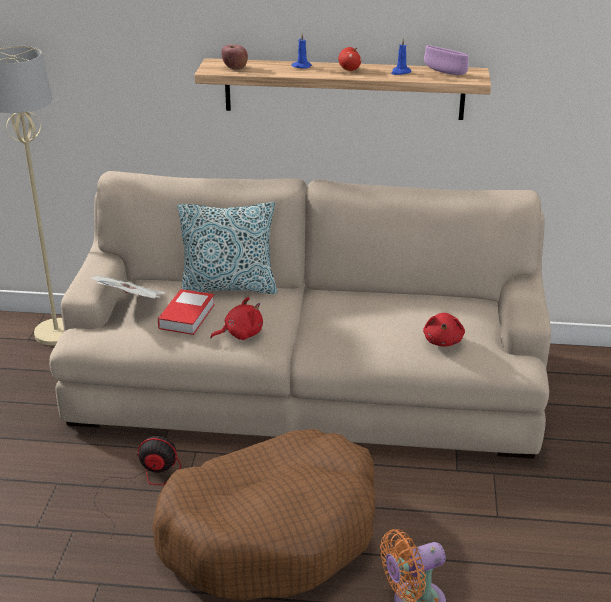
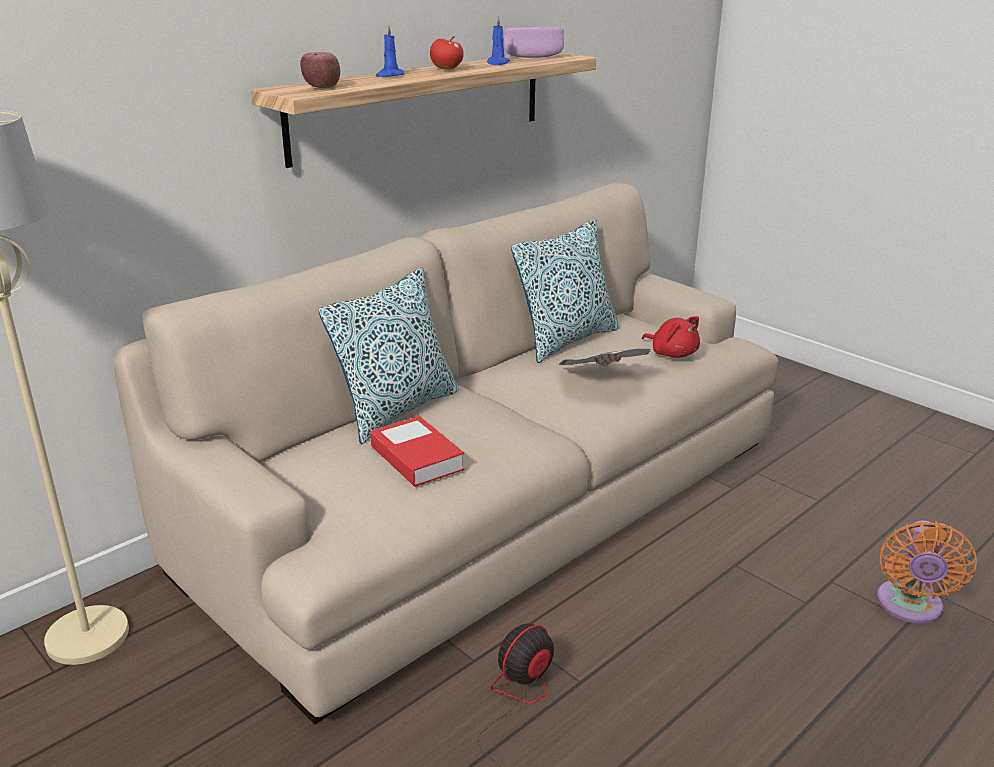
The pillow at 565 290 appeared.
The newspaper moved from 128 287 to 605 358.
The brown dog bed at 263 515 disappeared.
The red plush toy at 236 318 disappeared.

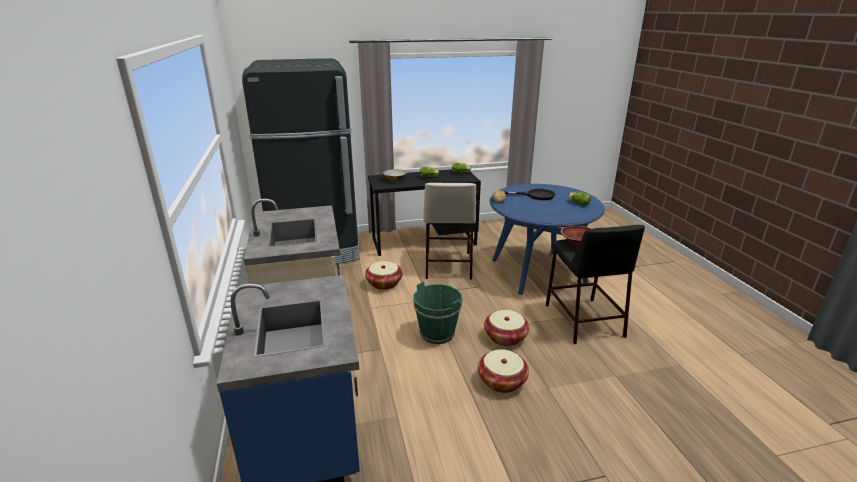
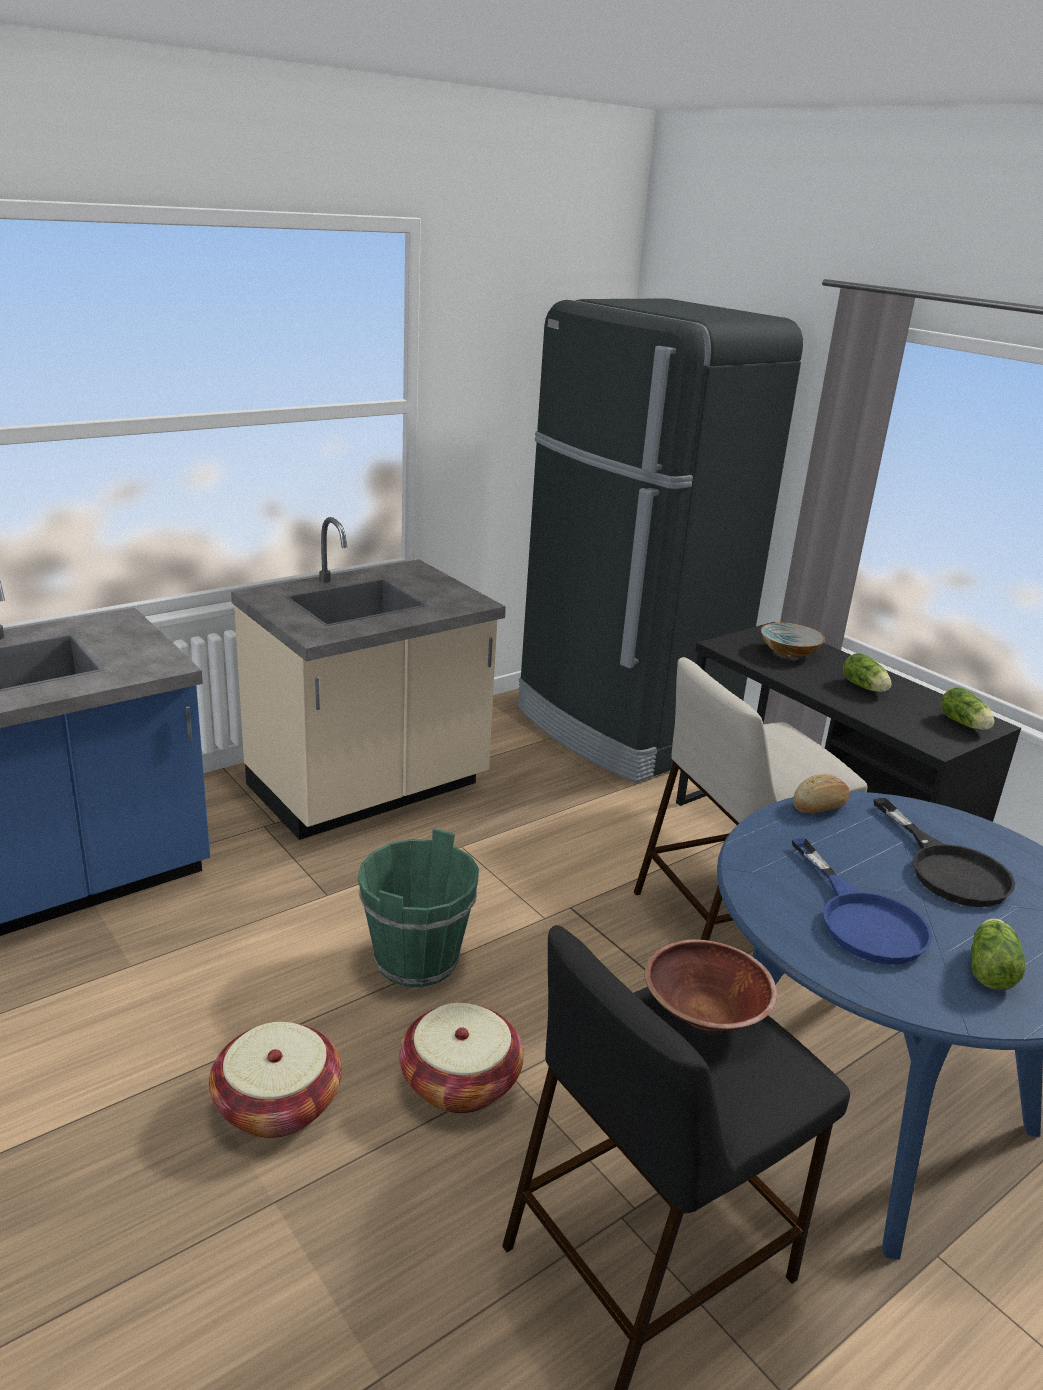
The blue frying pan at 862 901 appeared.
The basket at 384 275 disappeared.

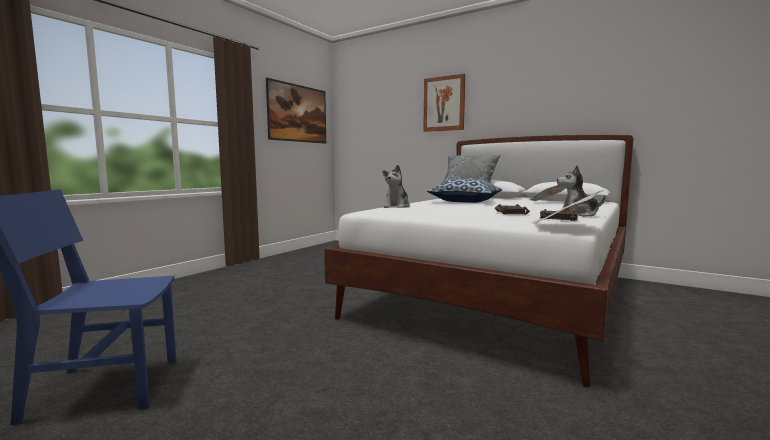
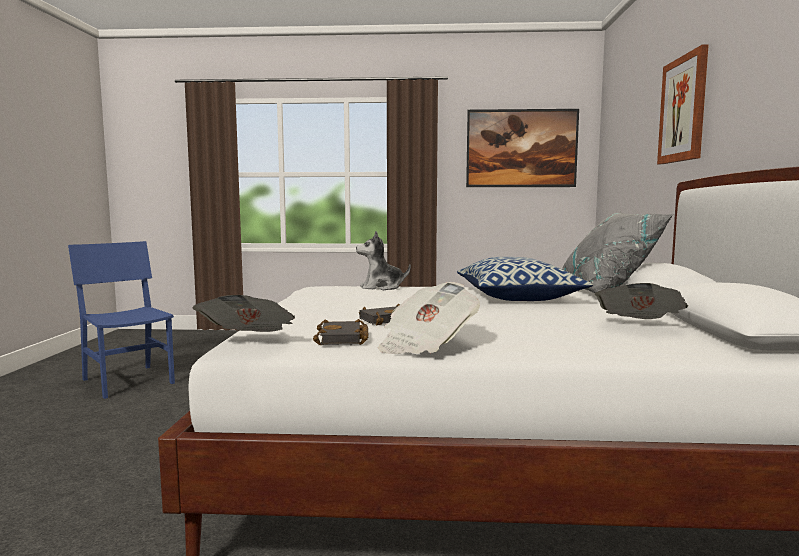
The plush toy at 581 191 was replaced by the newspaper at 429 318.

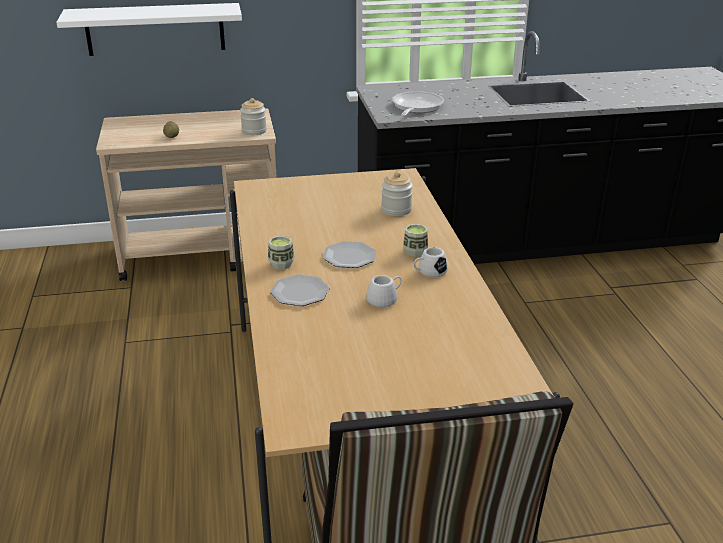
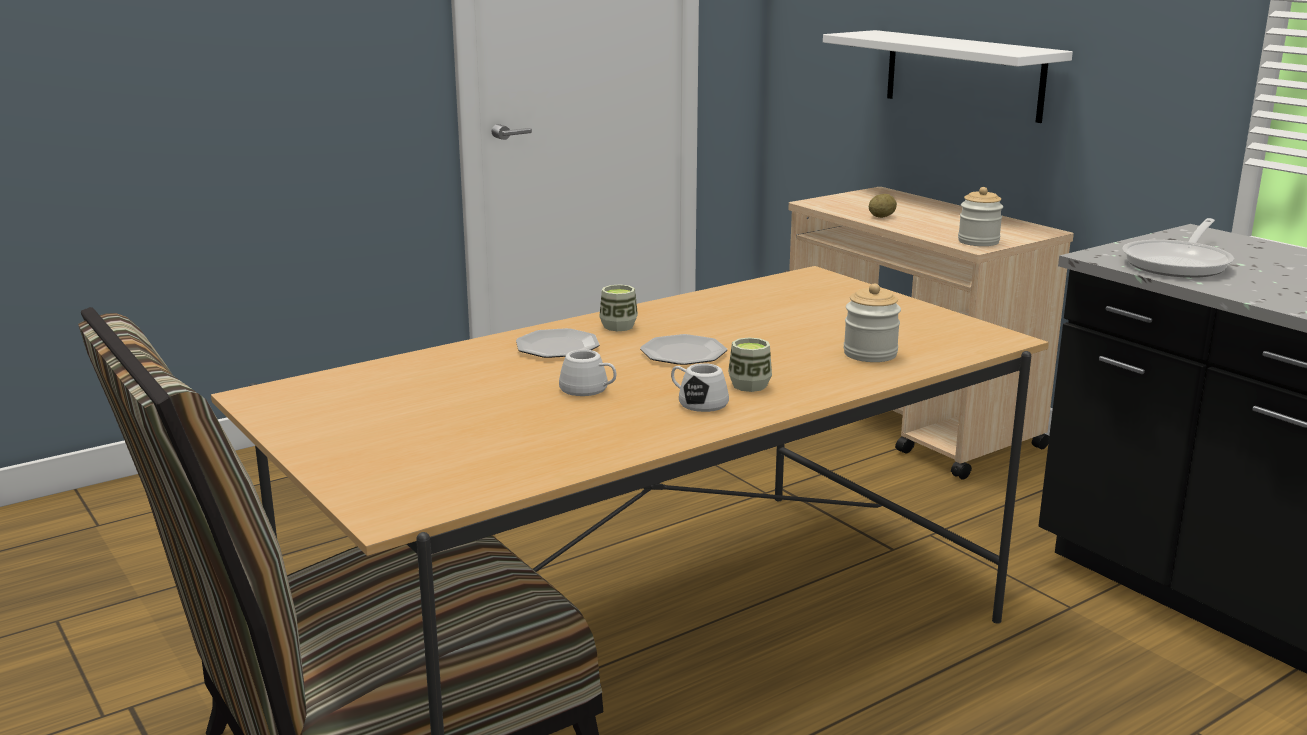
The frying pan at 418 103 turned 135 degrees clockwise.

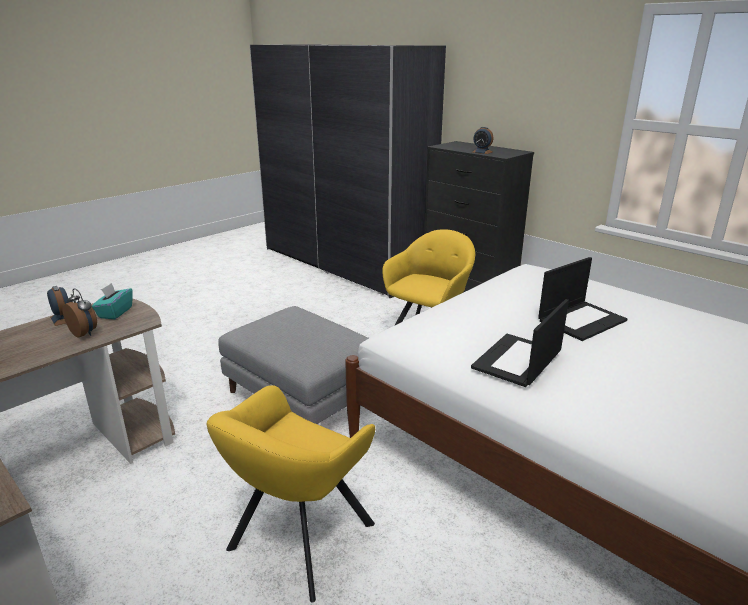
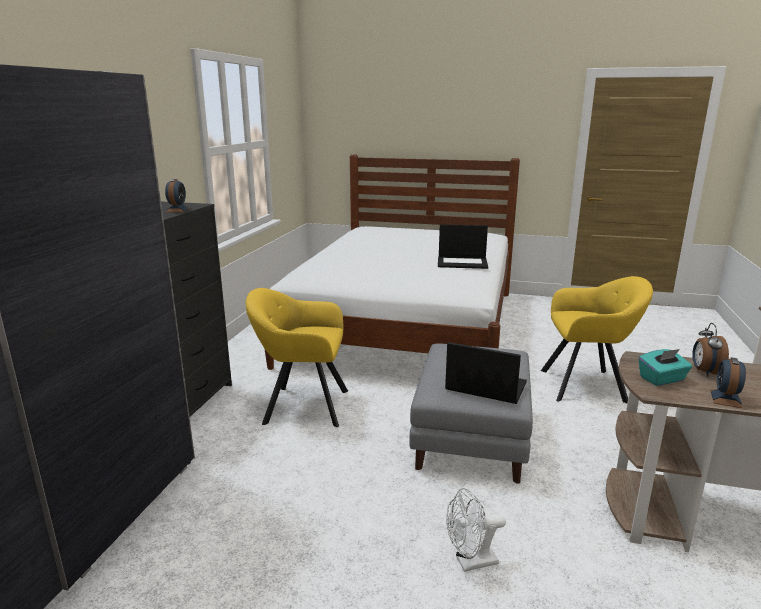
The laptop moved from 583 299 to 486 373.
The white fan at 476 530 appeared.

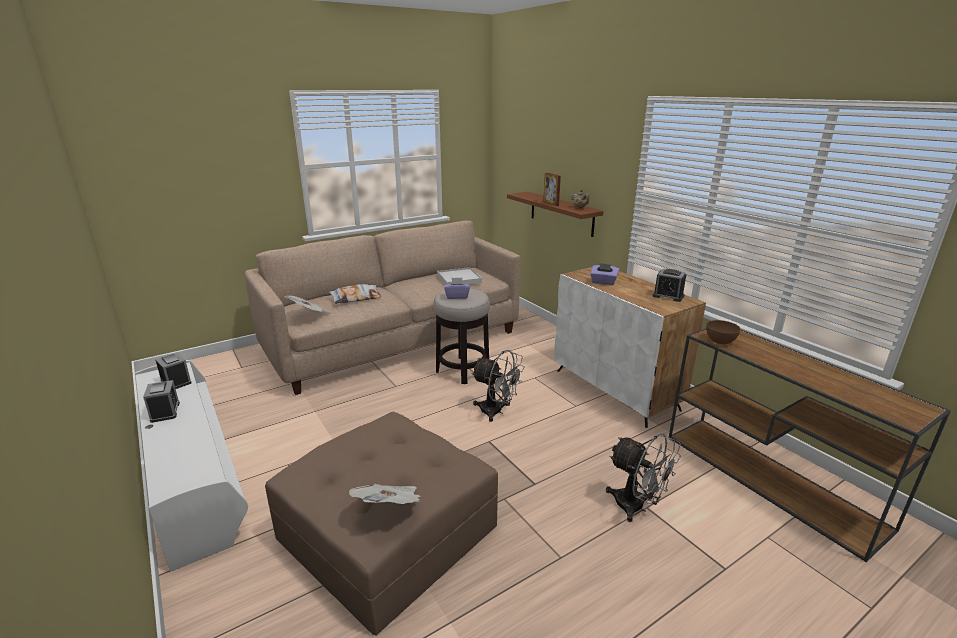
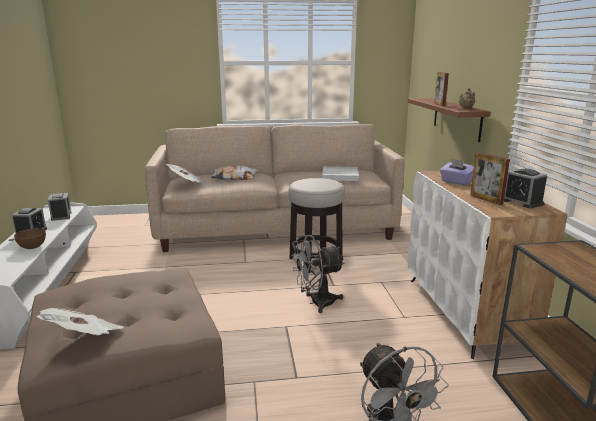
The brown bowl moved from 723 332 to 30 238.
The grey fan at 497 386 turned 105 degrees clockwise.
The picture frame at 490 179 appeared.
The purple tissue box at 457 288 disappeared.

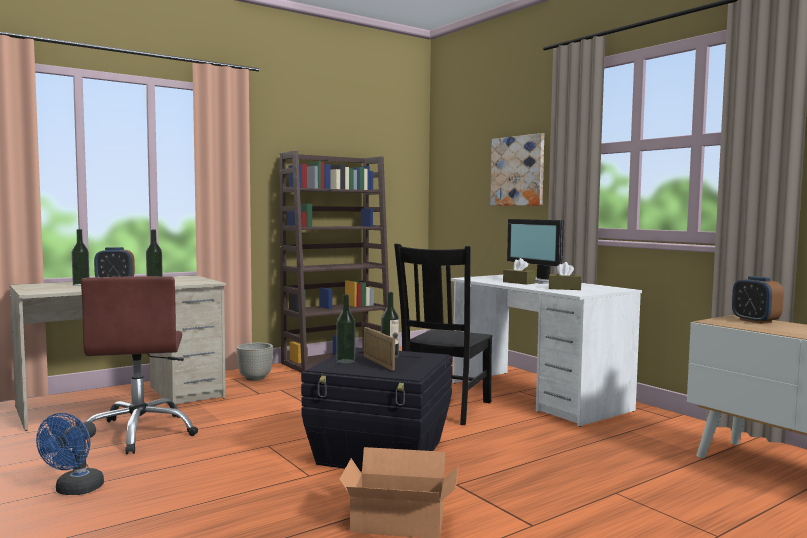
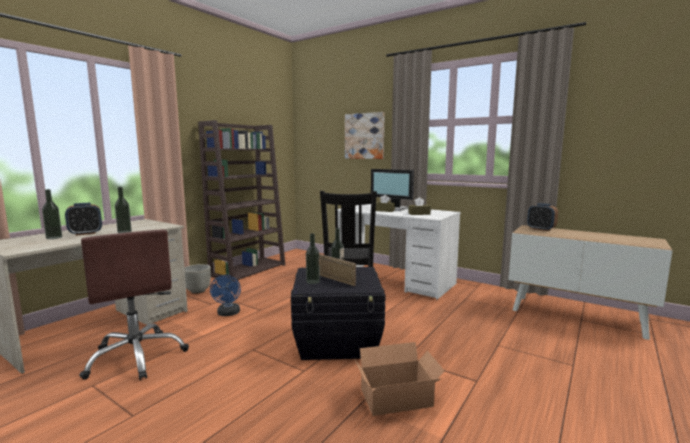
The blue fan moved from 70 454 to 225 295.

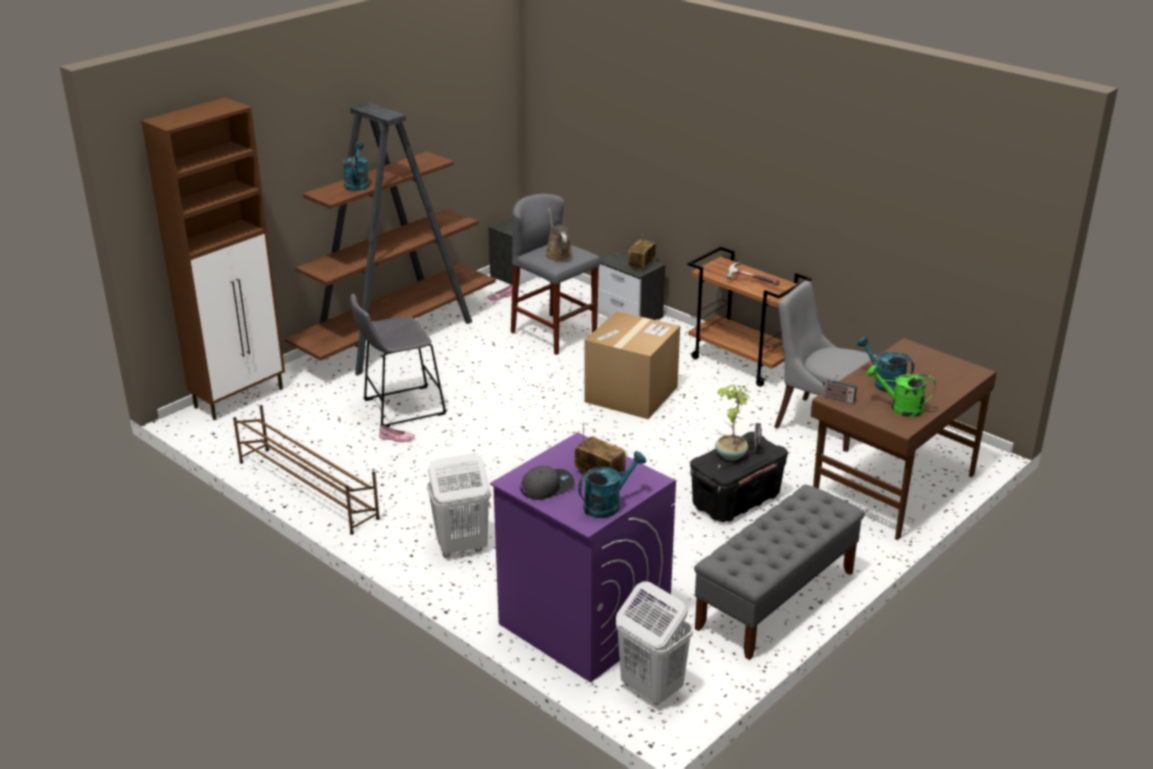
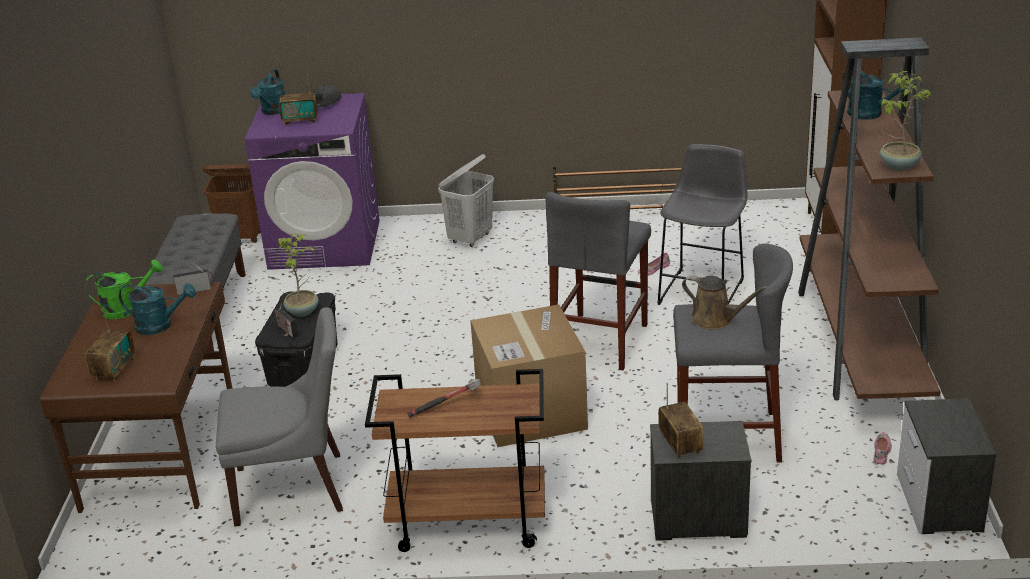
The radio at 110 345 appeared.
The white laundry basket at 654 643 became the brown laundry basket at 232 203.
The grey stool at 598 281 appeared.
The potted plant at 906 121 appeared.

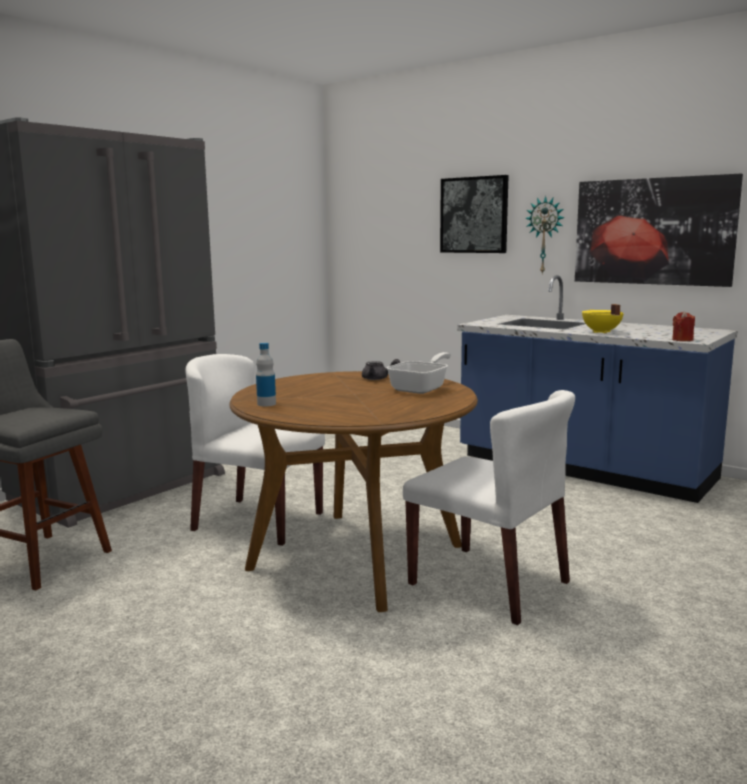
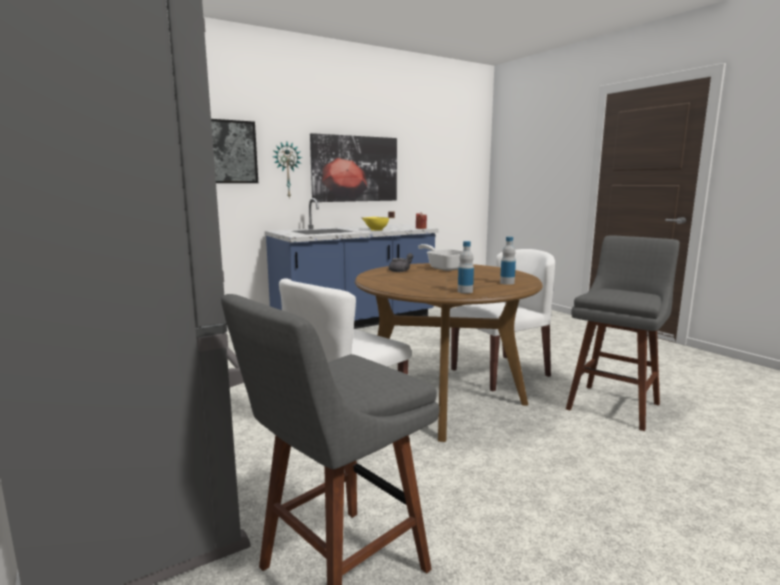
The bottle at 508 260 appeared.
The grey stool at 623 333 appeared.

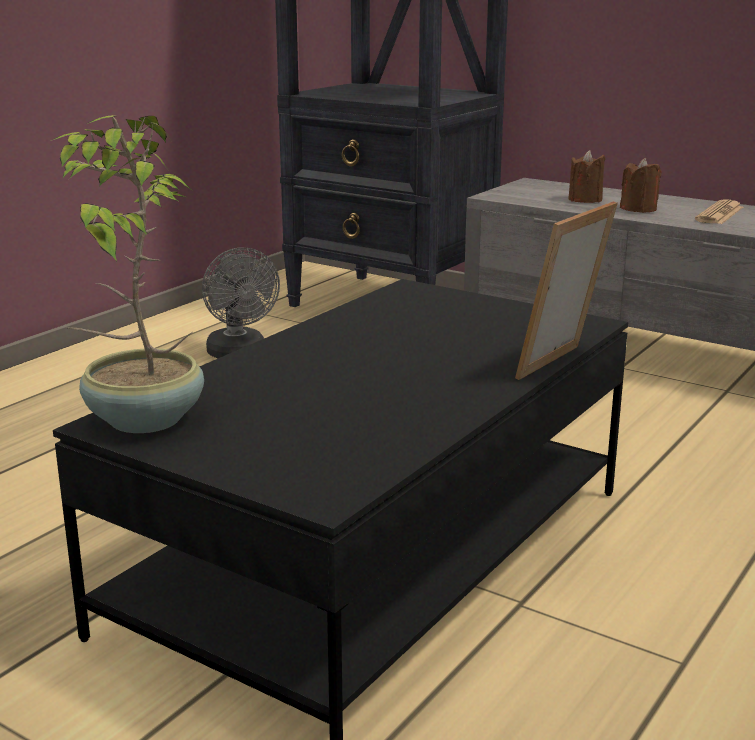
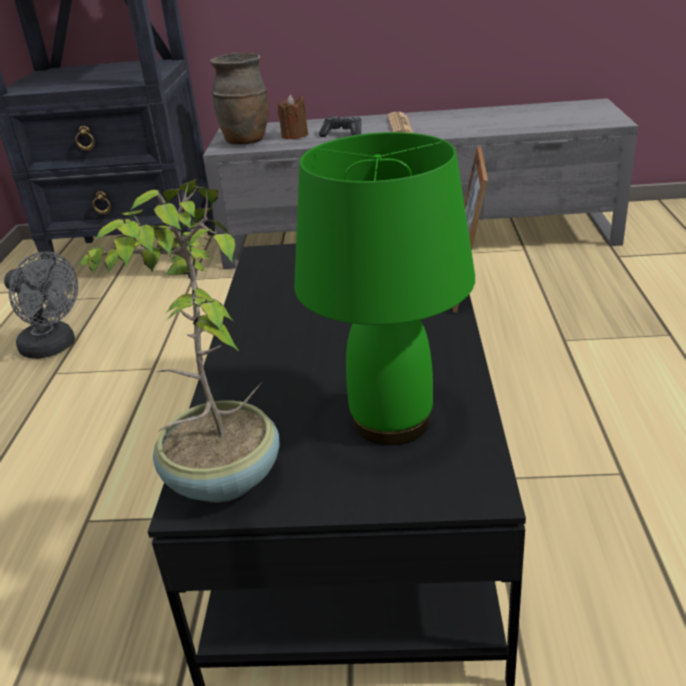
The brown vase at 239 98 appeared.
The green table lamp at 384 288 appeared.
The brown candle at 640 185 was replaced by the game controller at 340 127.

